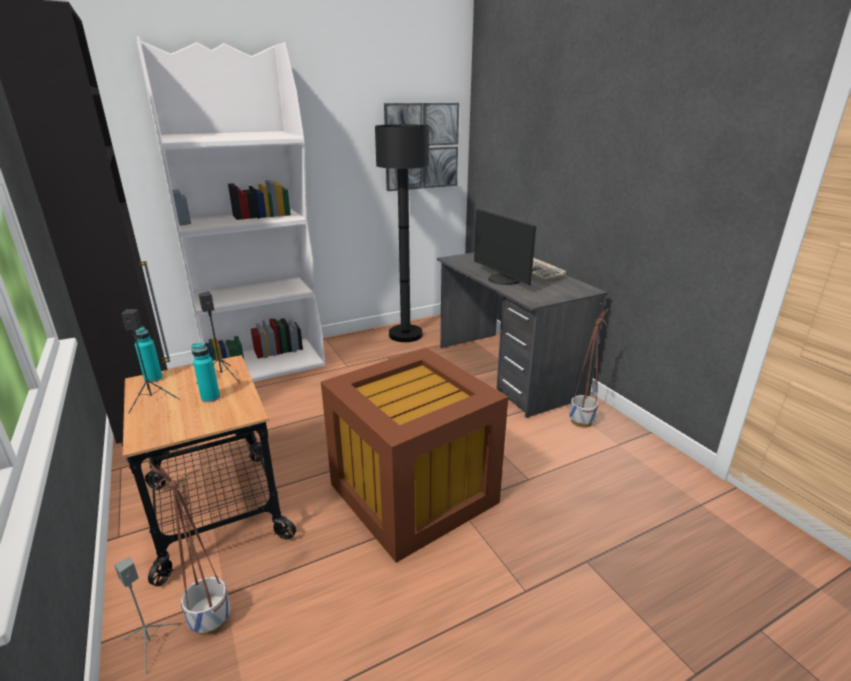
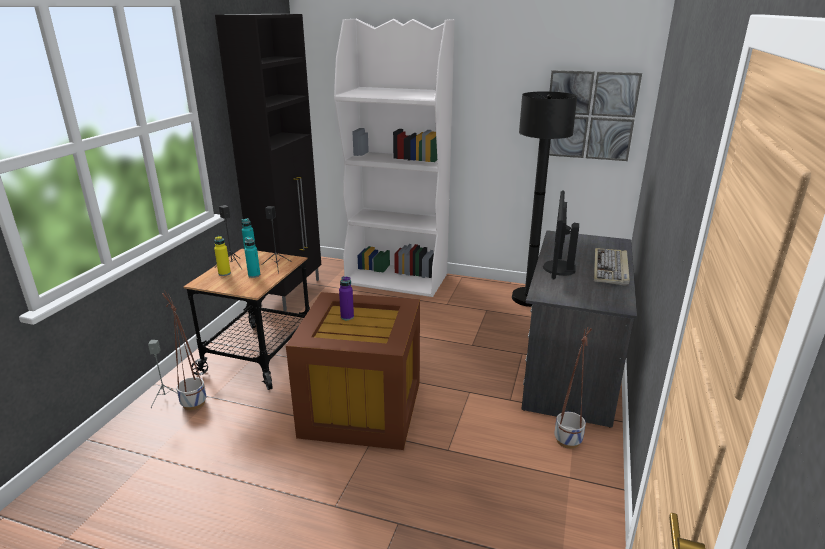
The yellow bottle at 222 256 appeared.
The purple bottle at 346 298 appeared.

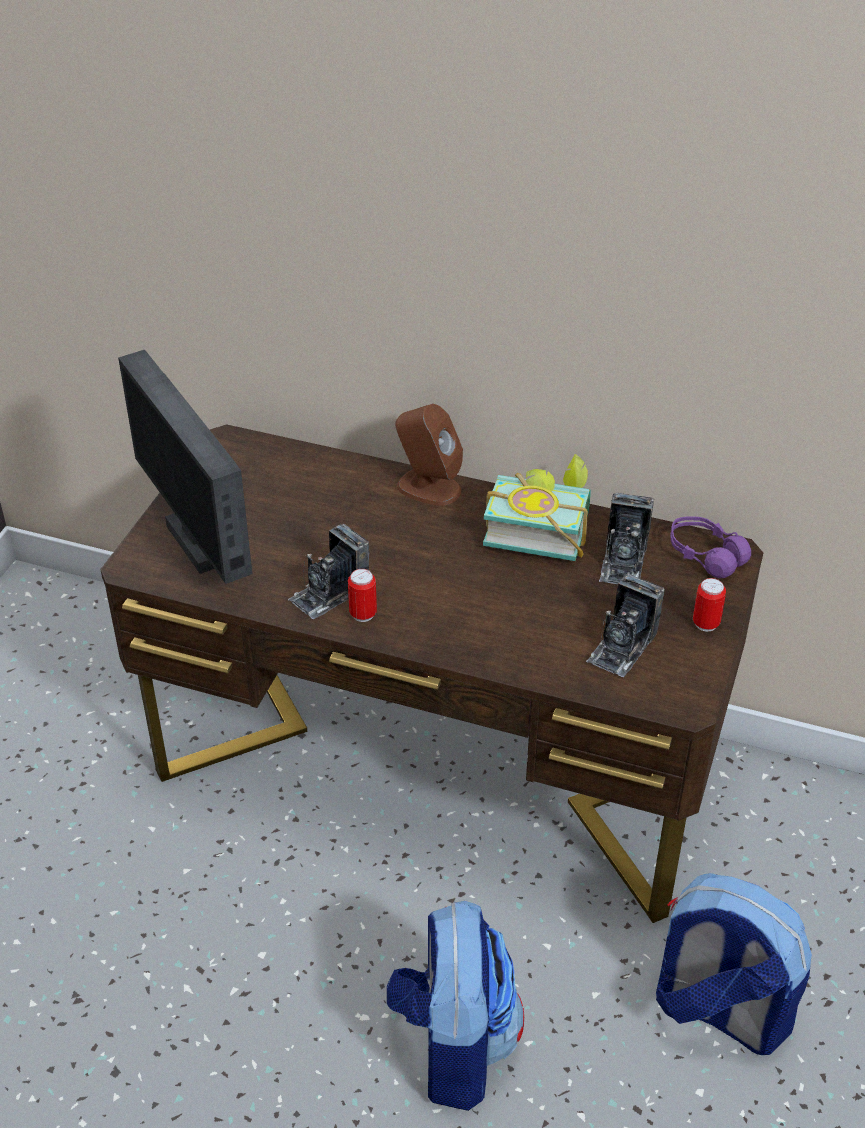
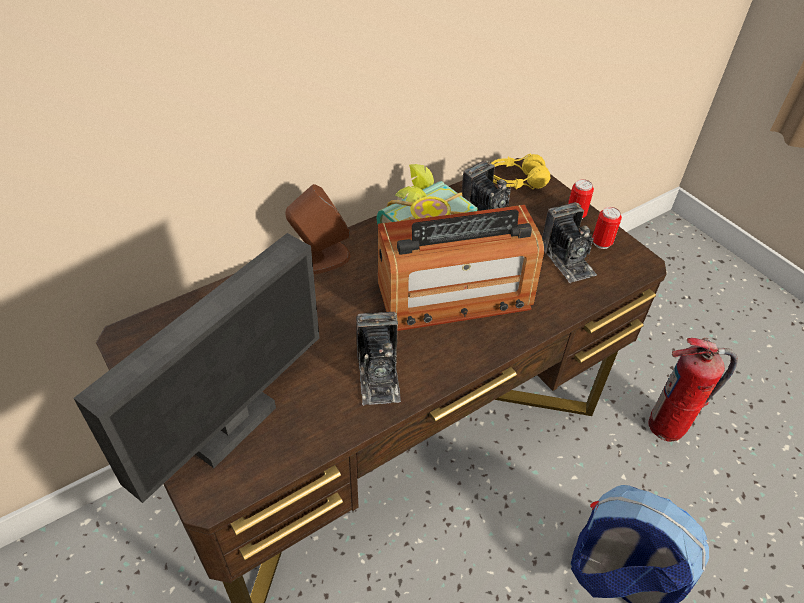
The monitor at 185 467 turned 60 degrees counterclockwise.
The radio at 461 268 appeared.
The purple headphones at 710 547 became the yellow headphones at 520 171.
The can moved from 362 595 to 607 228.
The backpack at 734 964 was replaced by the fire extinguisher at 693 390.

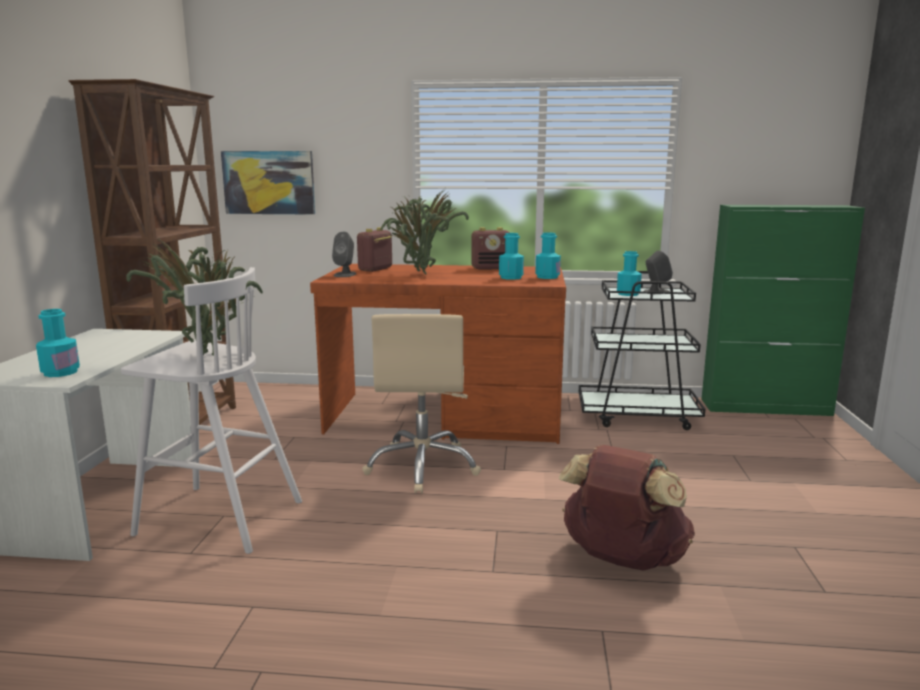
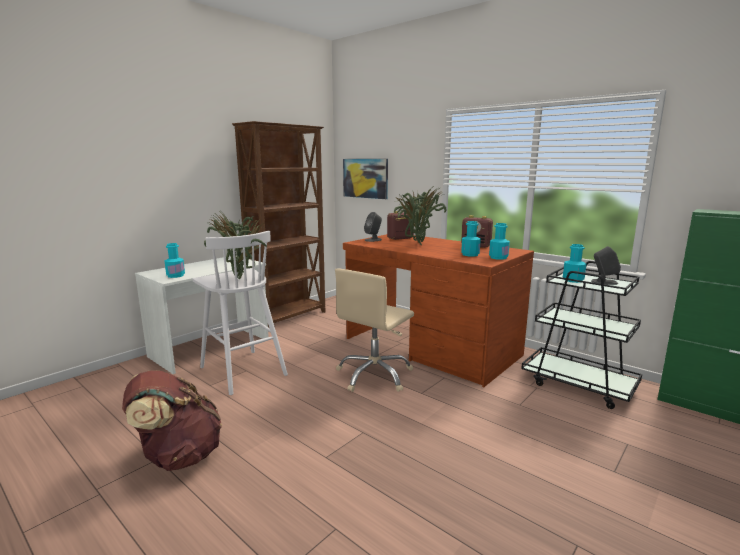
The brown backpack moved from 627 508 to 172 420.

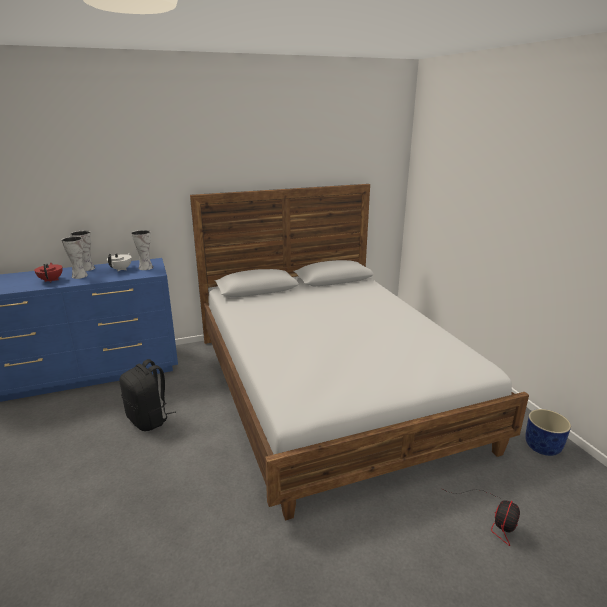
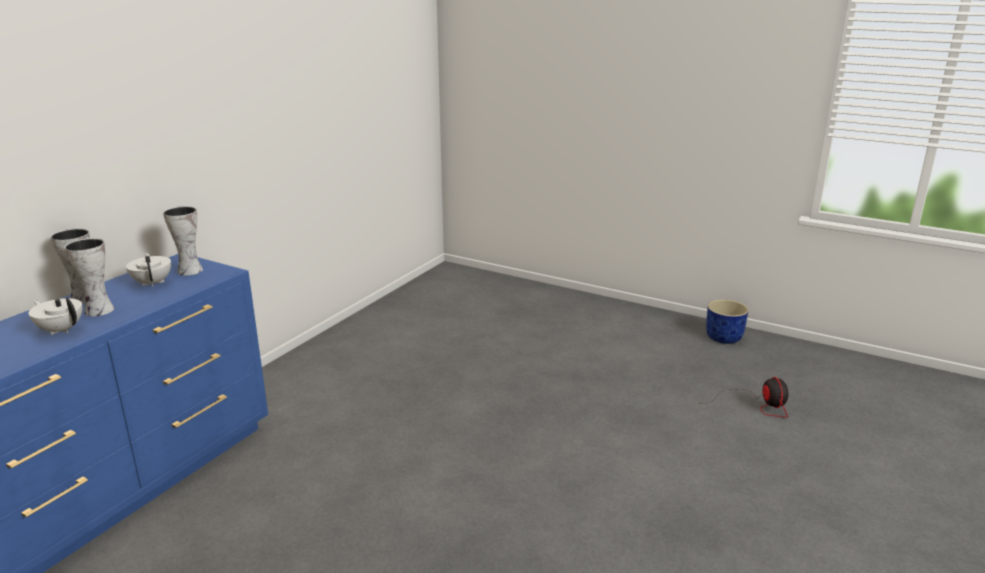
The red teapot at 48 273 became the white teapot at 55 316.
The black backpack at 147 395 disappeared.
The bed at 359 352 disappeared.

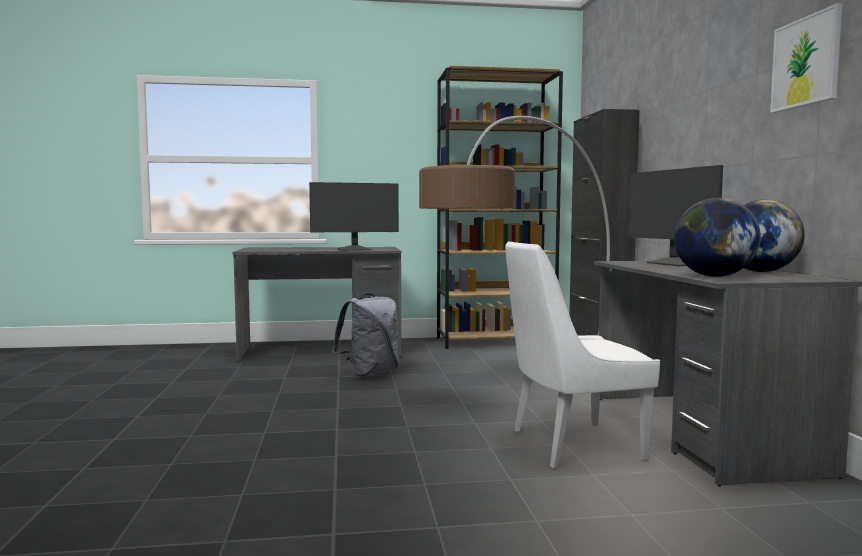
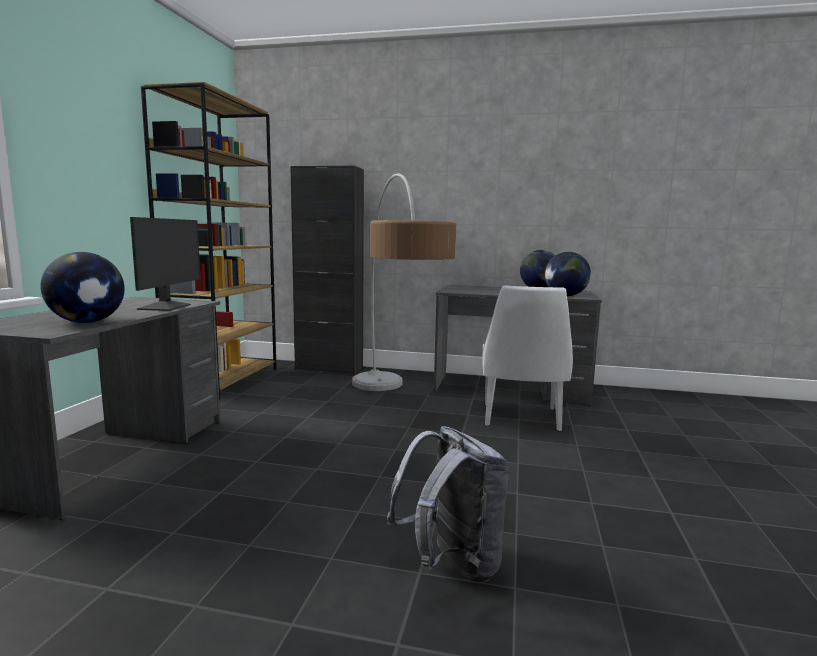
The globe at 82 287 appeared.
The grey backpack moved from 365 335 to 448 504.
The monitor at 675 215 disappeared.
The picture at 806 58 disappeared.

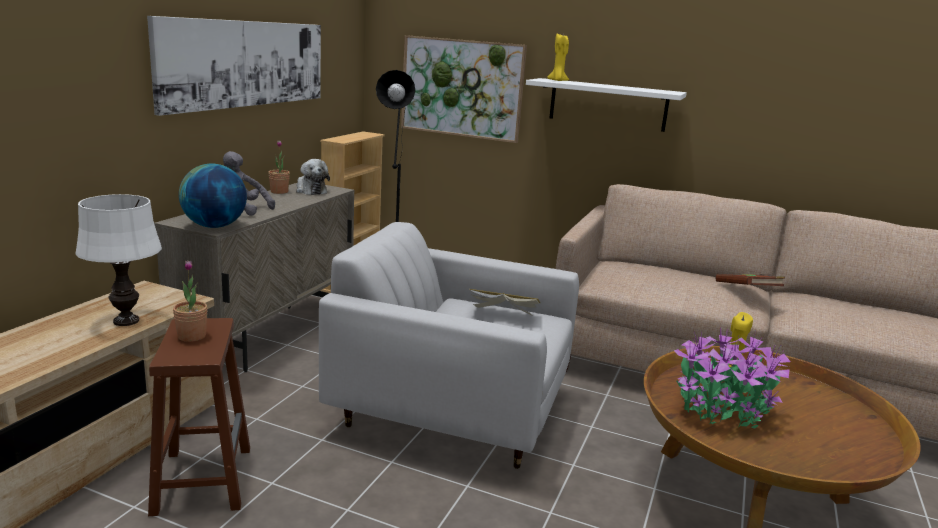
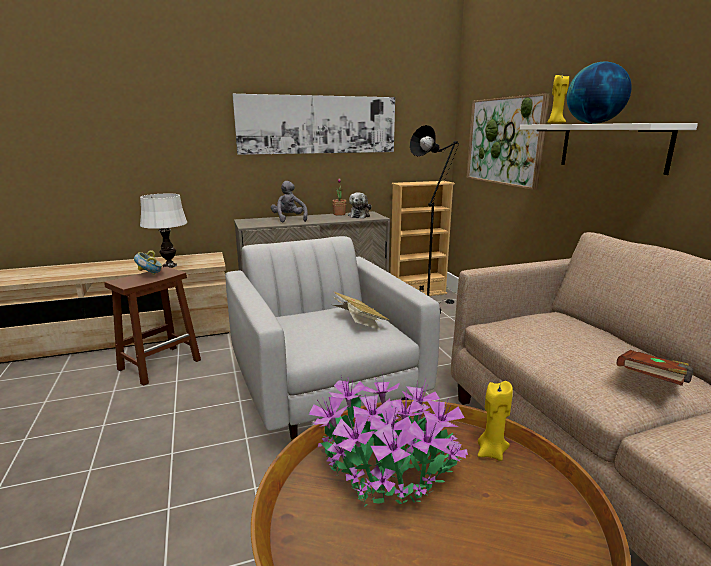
The potted plant at 190 301 was replaced by the bowl at 148 262.
The globe moved from 213 196 to 599 93.

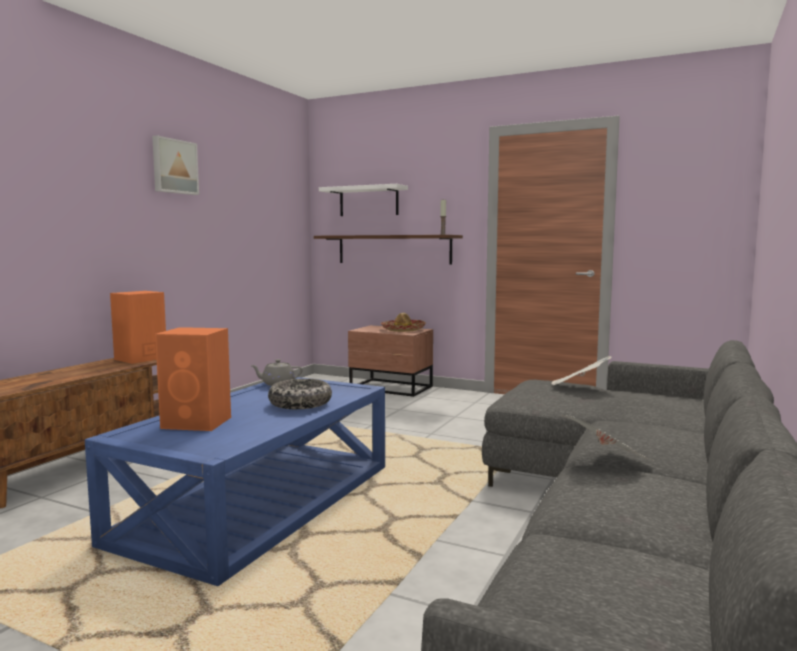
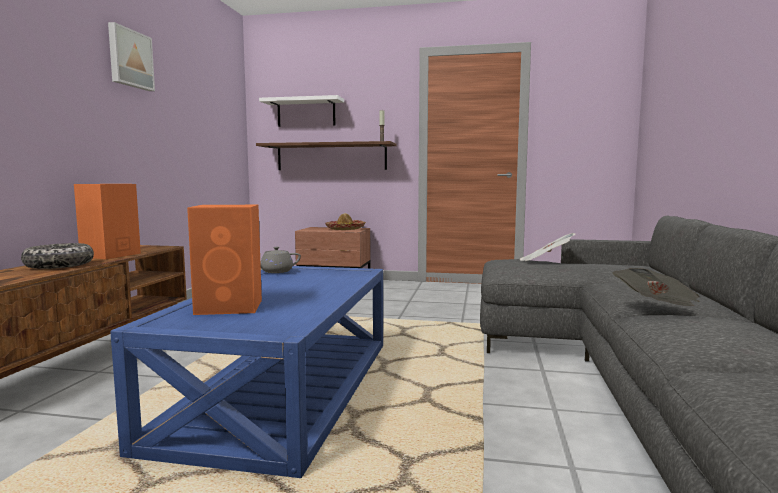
The bowl moved from 300 394 to 57 256.

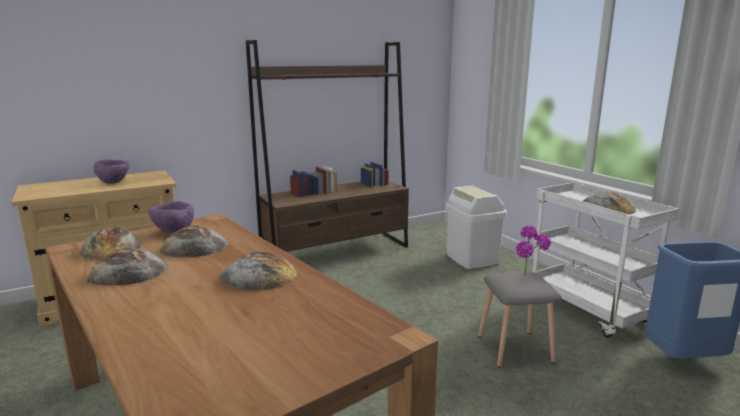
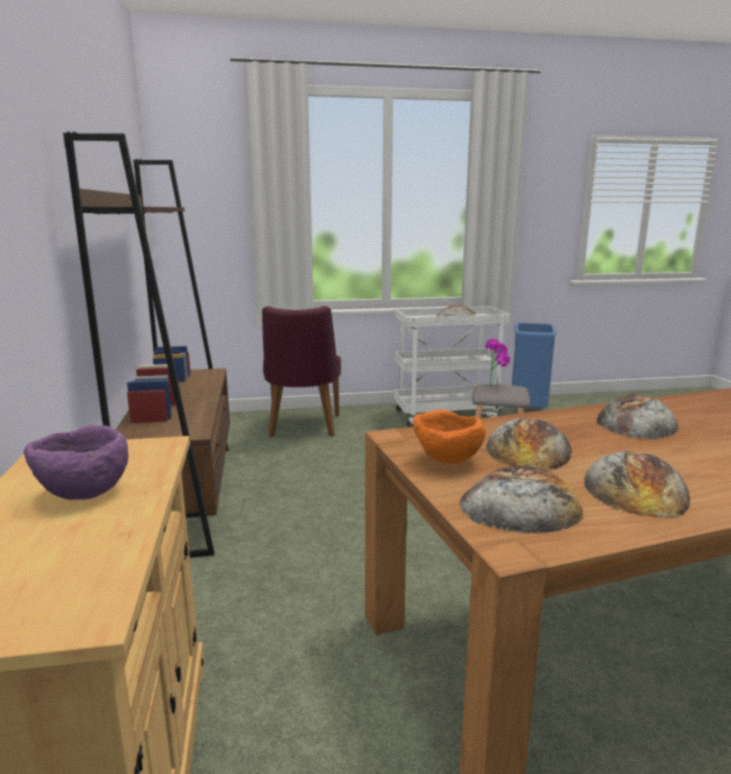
The white trash can at 476 227 was replaced by the purple chair at 301 371.
The purple bowl at 171 217 became the orange bowl at 449 436.

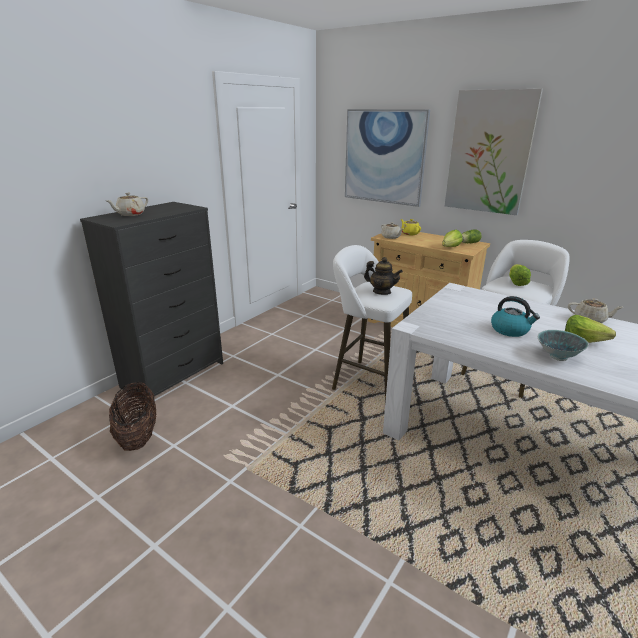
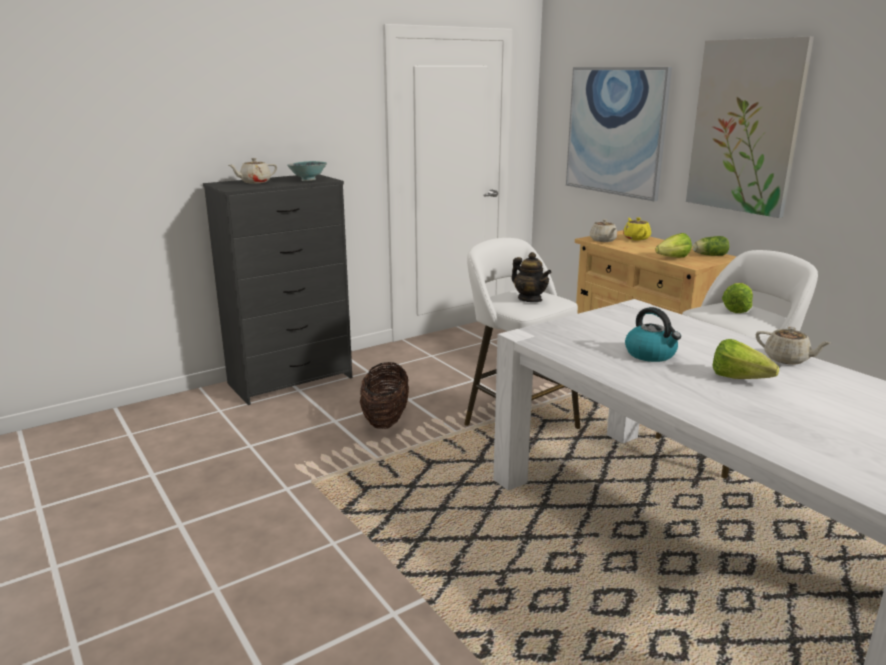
The bowl moved from 563 345 to 307 171.
The basket moved from 132 416 to 384 395.

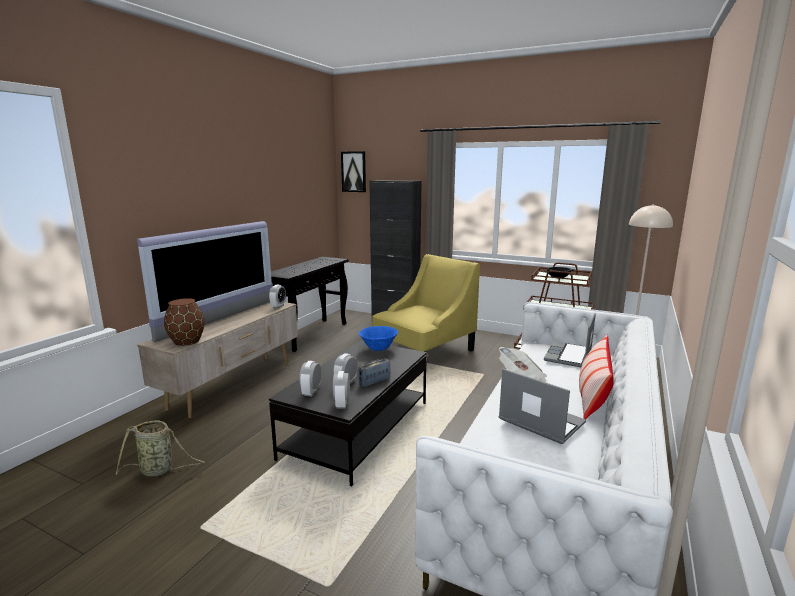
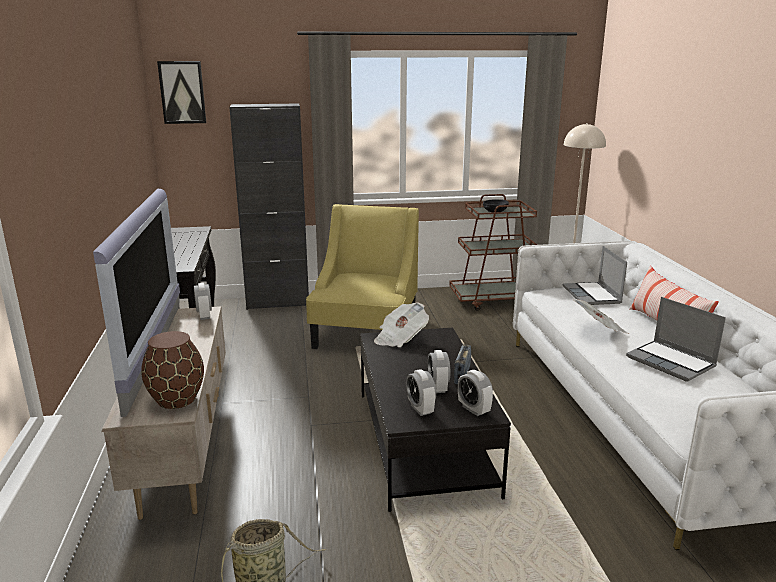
The blue bowl at 378 338 was replaced by the newspaper at 401 325.
The laptop at 542 406 turned 135 degrees counterclockwise.

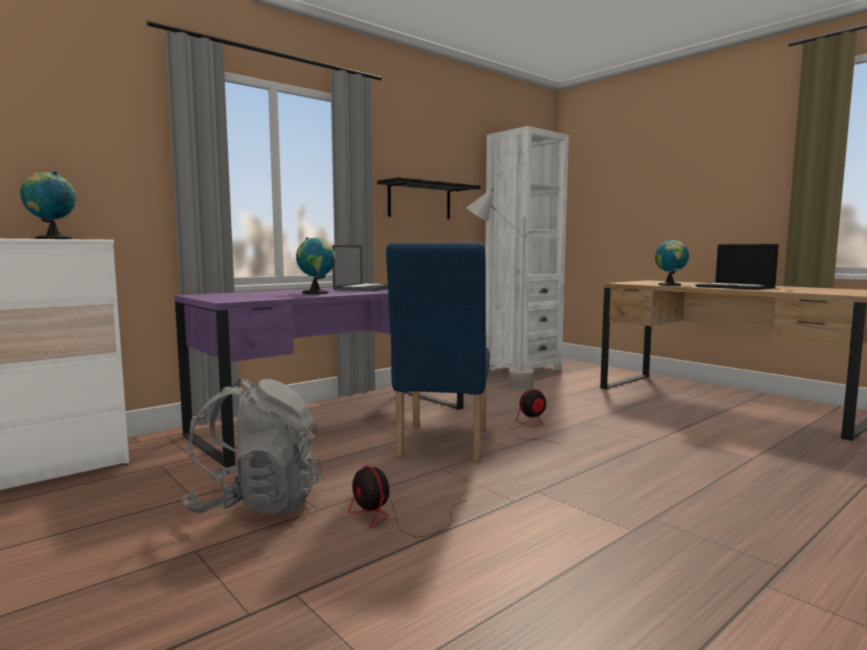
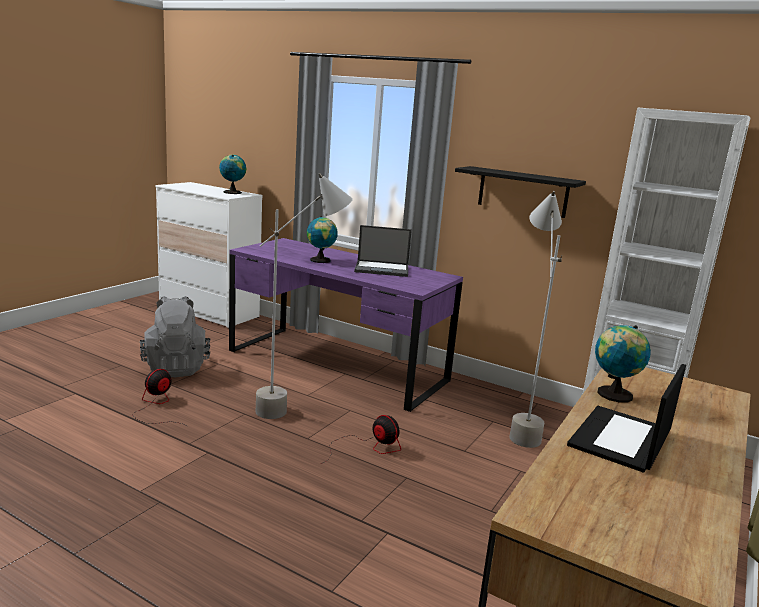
The blue chair at 438 352 was replaced by the grey floor lamp at 304 296.

